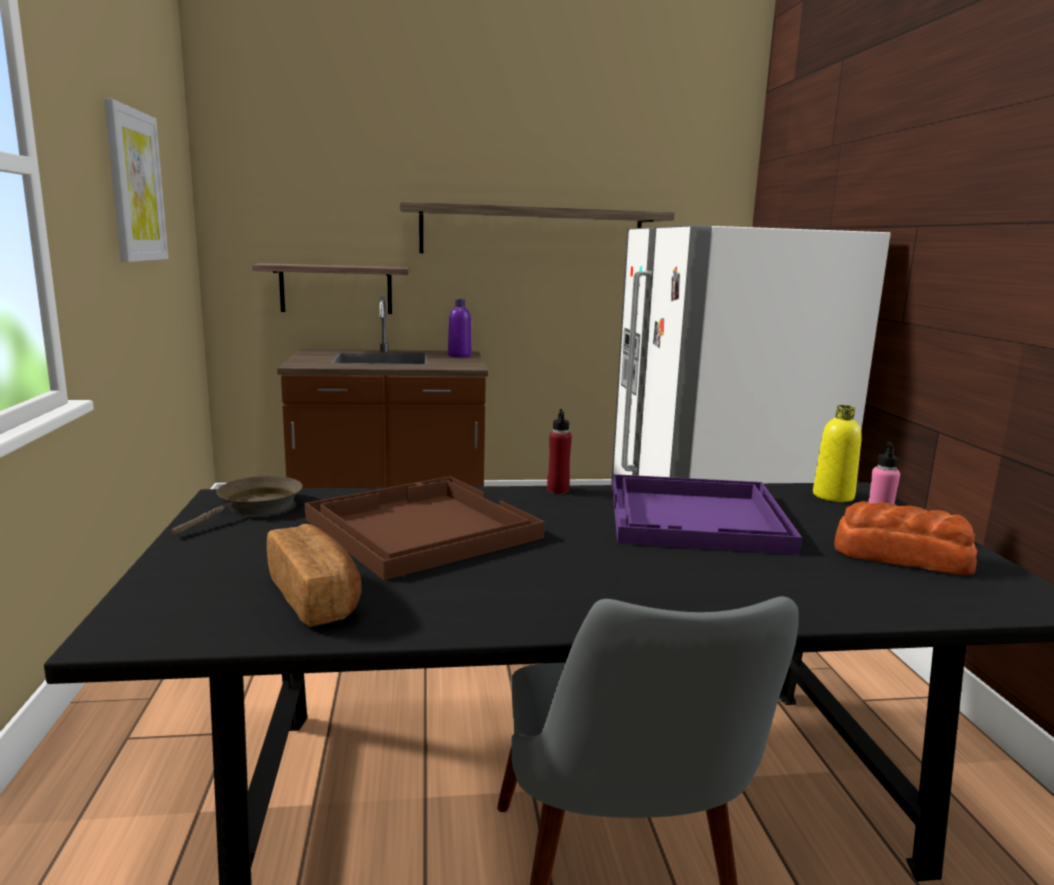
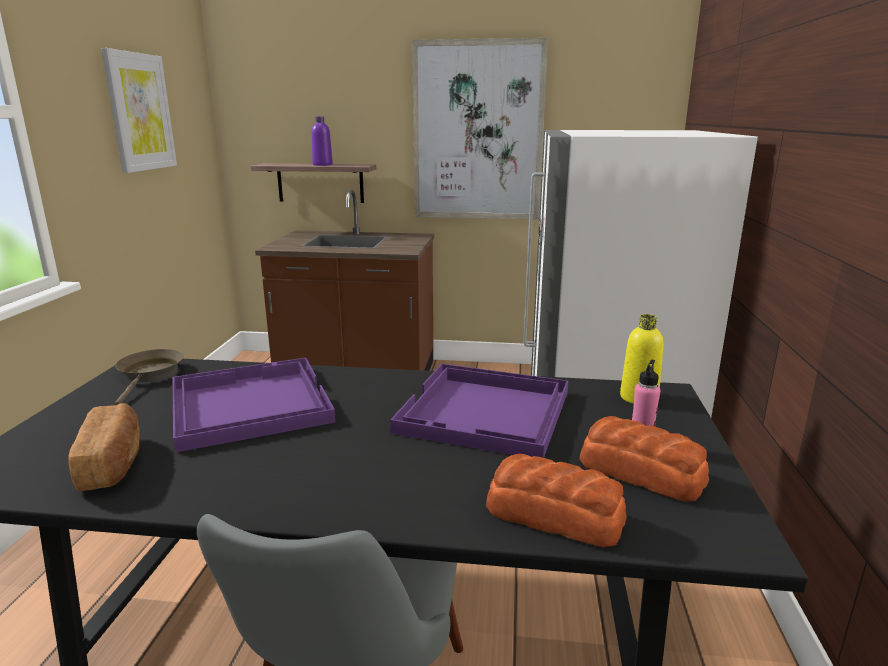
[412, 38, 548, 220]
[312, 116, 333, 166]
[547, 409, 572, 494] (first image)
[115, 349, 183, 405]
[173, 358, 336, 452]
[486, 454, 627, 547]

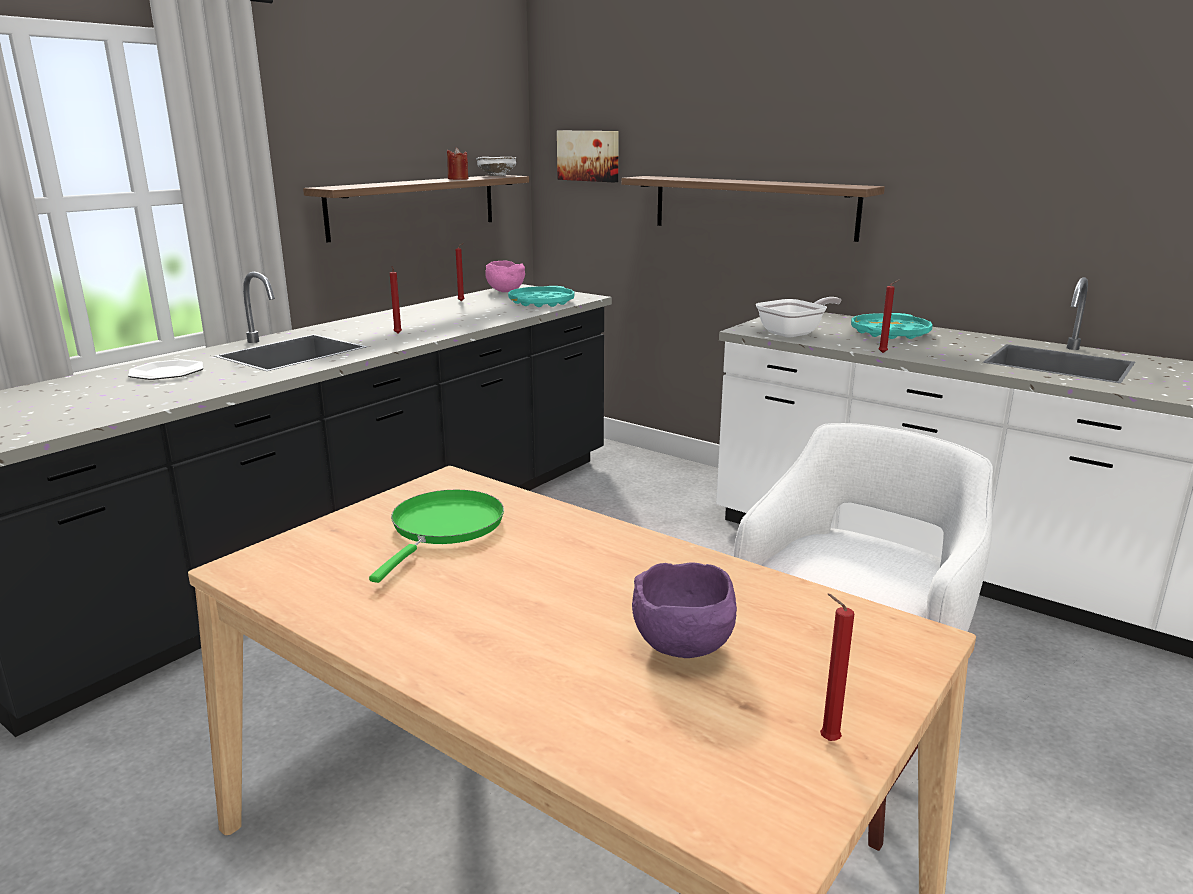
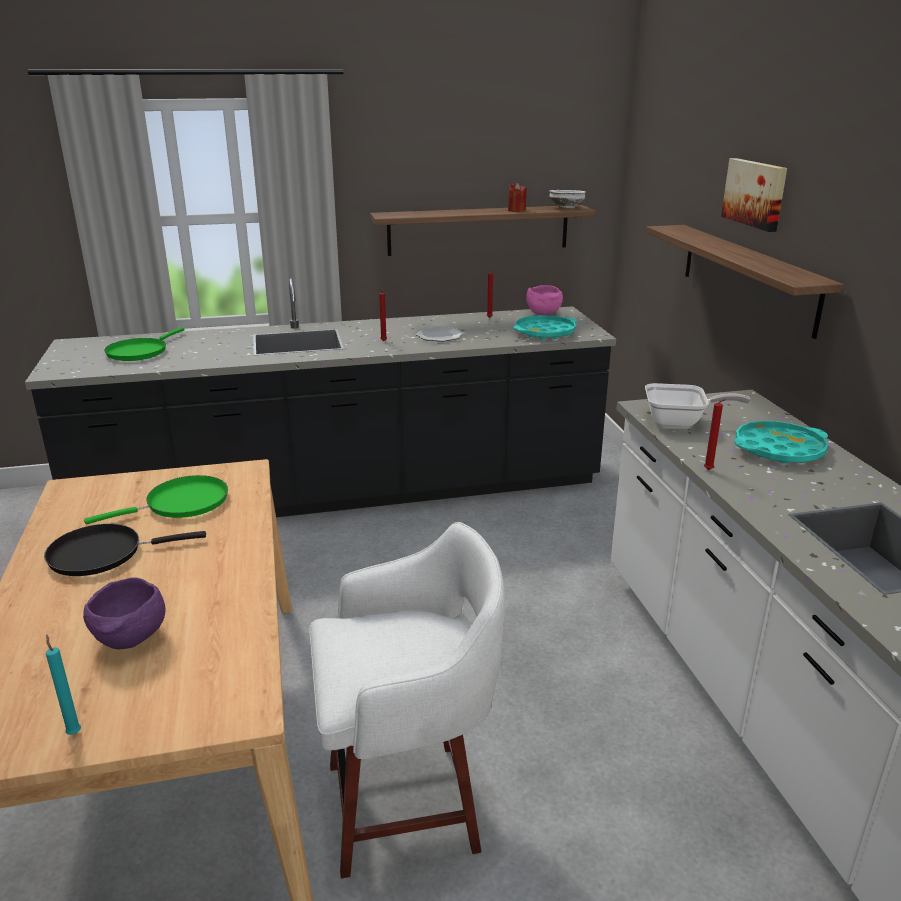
[721, 158, 787, 232]
[416, 327, 464, 342]
[46, 635, 81, 735]
[104, 328, 185, 361]
[44, 524, 206, 576]

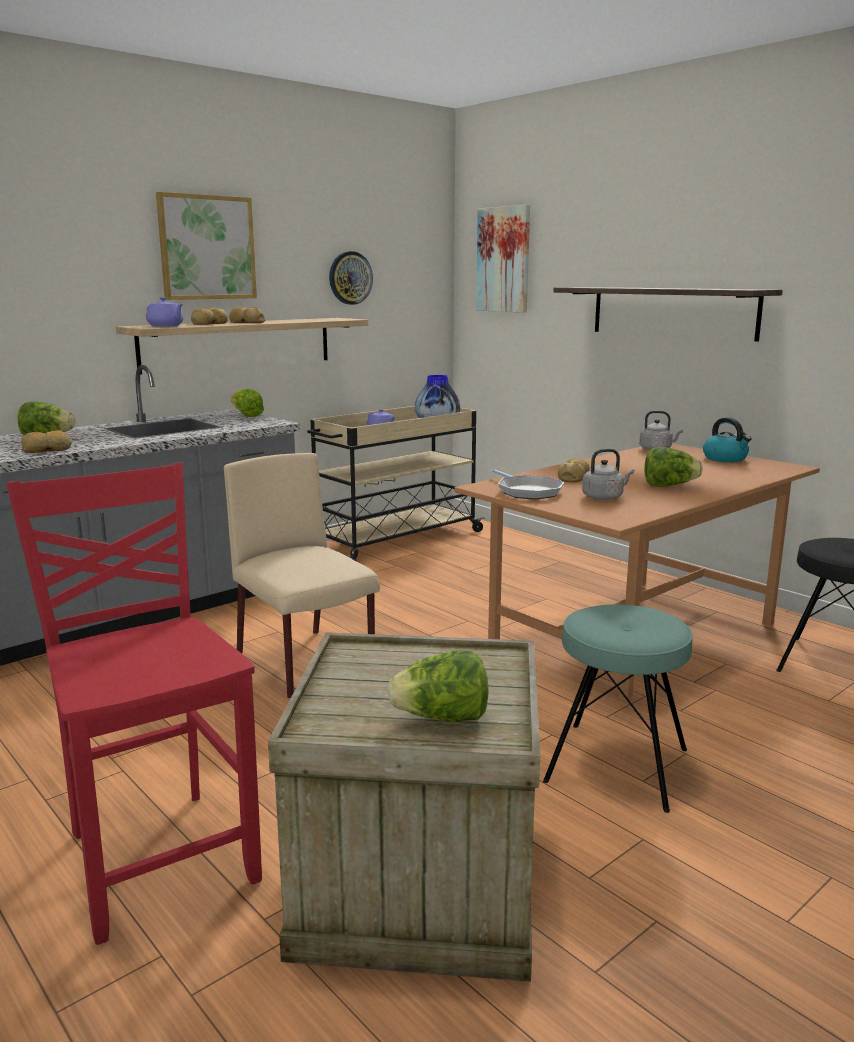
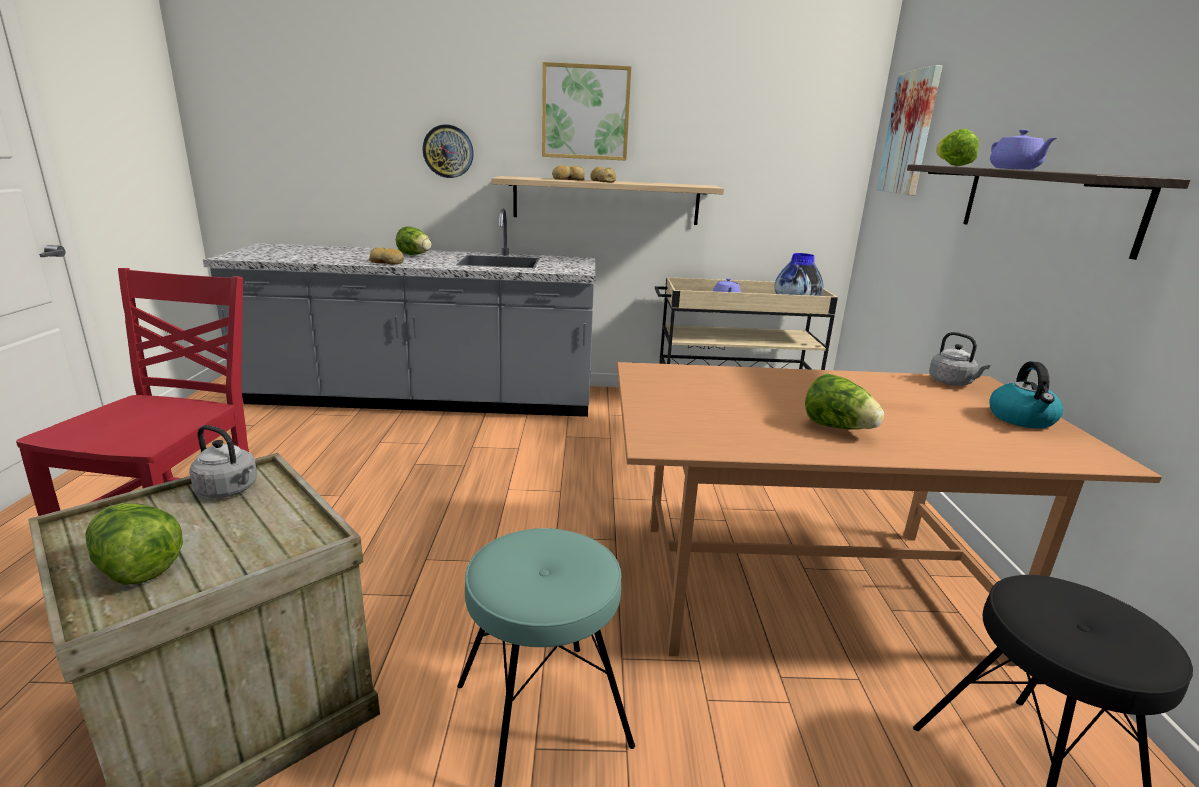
[422, 124, 474, 178]
[990, 129, 1057, 170]
[936, 129, 979, 166]
[189, 425, 257, 498]
[224, 453, 380, 699] (first image)
[558, 458, 590, 482] (first image)
[492, 469, 564, 499] (first image)

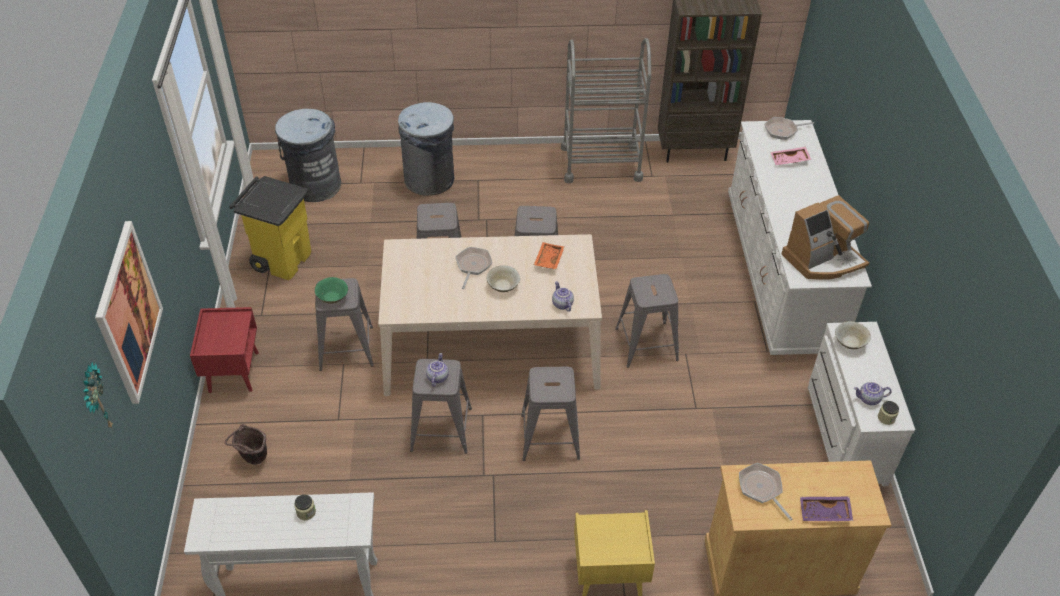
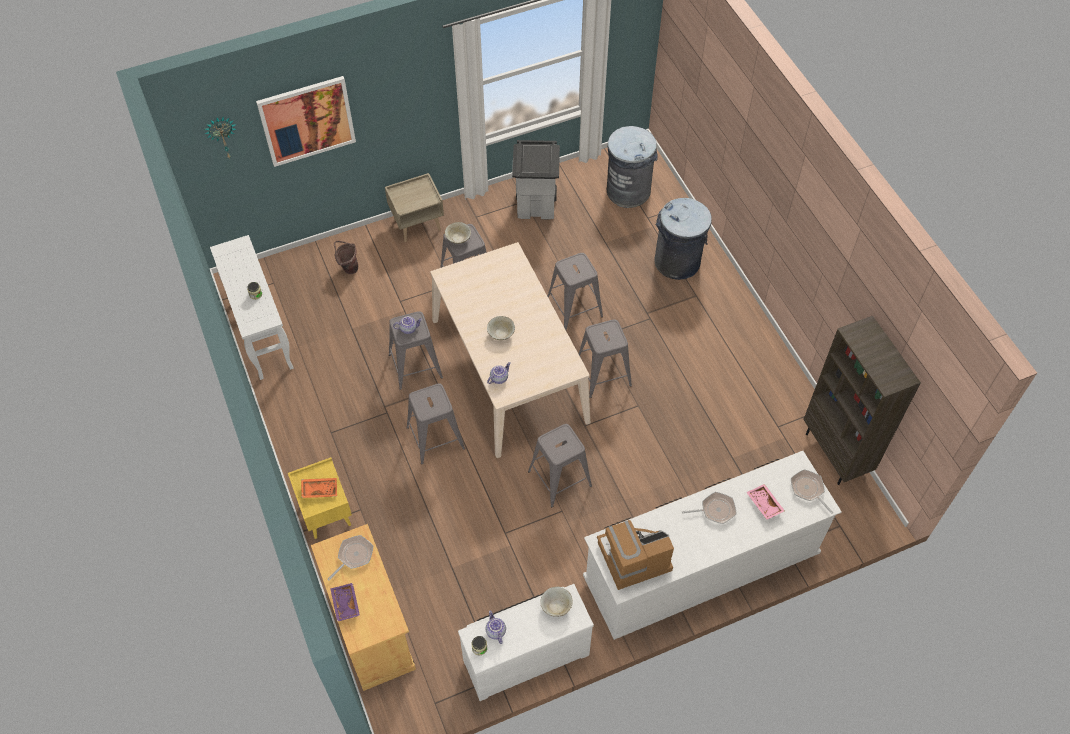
[561, 38, 651, 183] (first image)
[512, 140, 560, 219]
[597, 520, 674, 590]
[301, 478, 337, 498]
[682, 492, 737, 524]
[445, 222, 471, 244]
[385, 173, 444, 242]

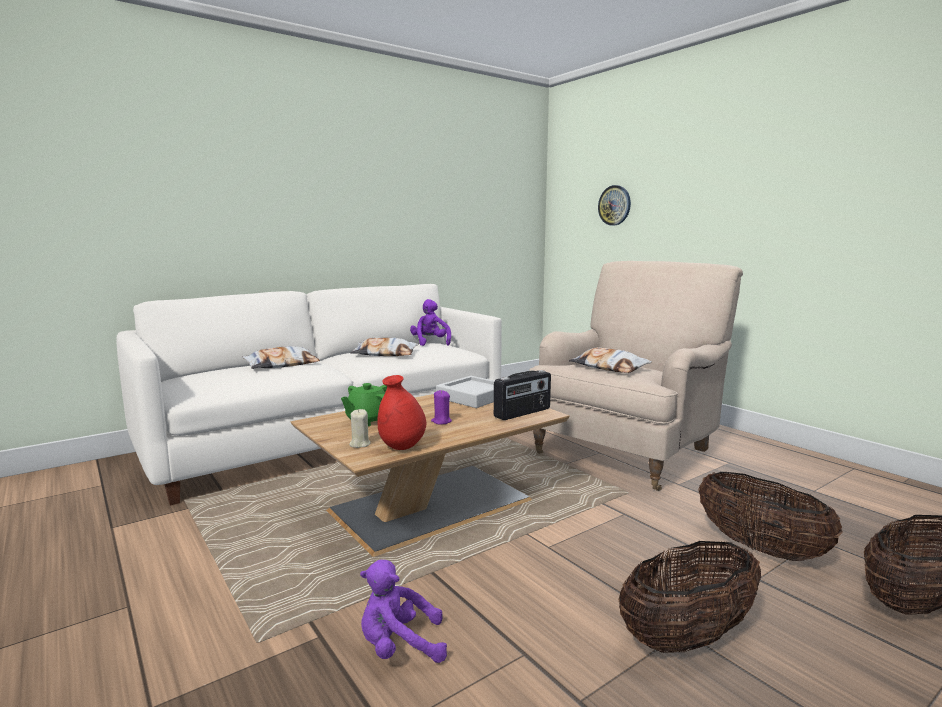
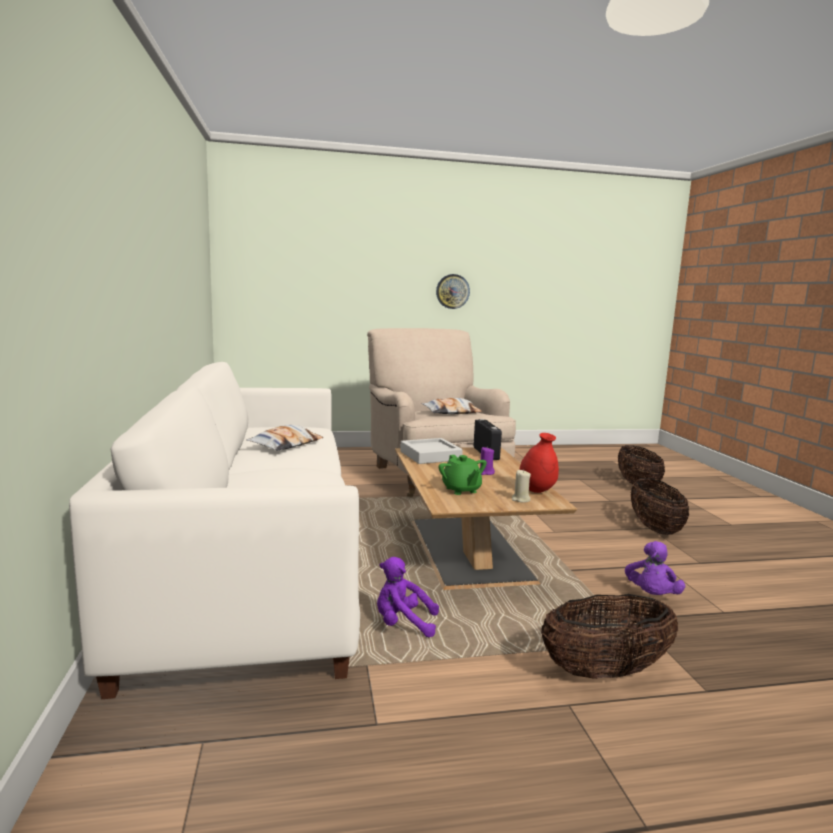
[436, 274, 470, 309]
[377, 557, 439, 637]
[242, 346, 320, 369] (first image)
[541, 594, 678, 679]

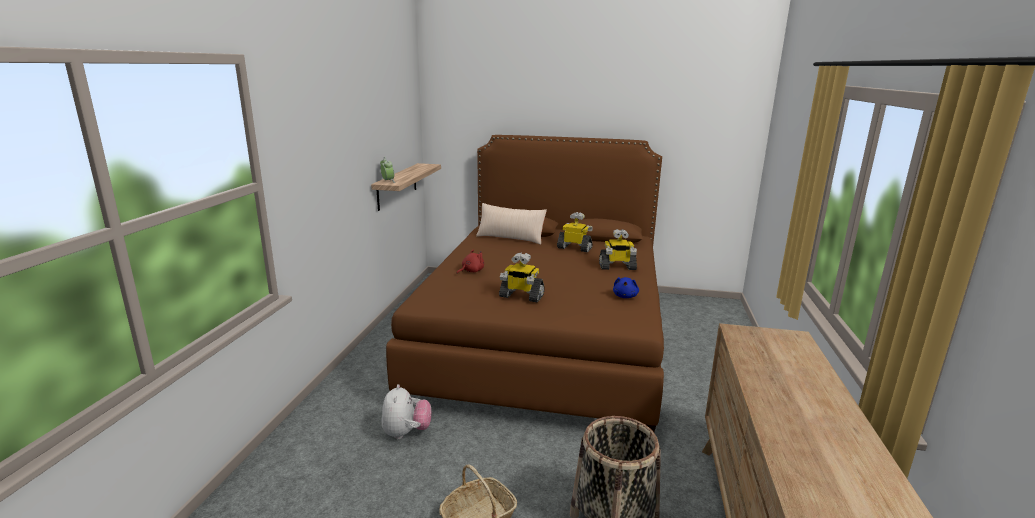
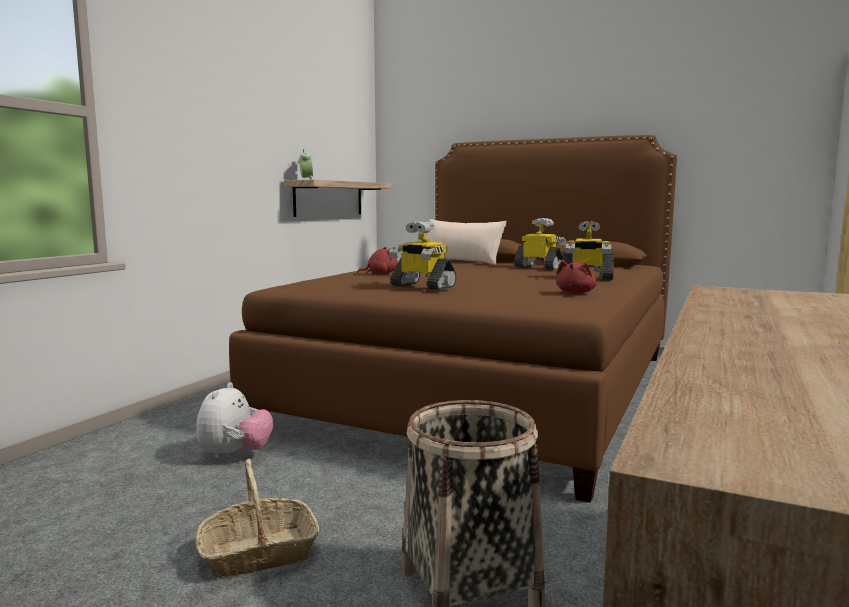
[557, 260, 597, 294]

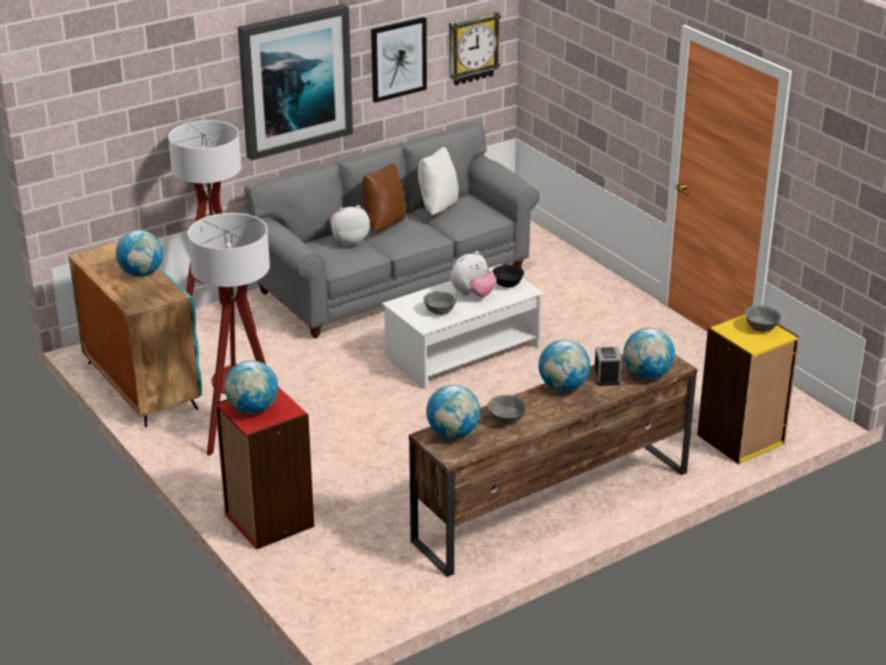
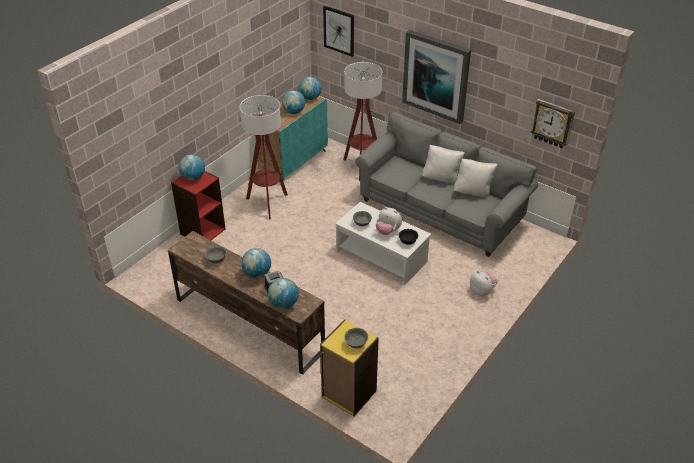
[323, 6, 354, 57]
[422, 145, 465, 184]
[470, 271, 498, 296]
[299, 77, 322, 100]

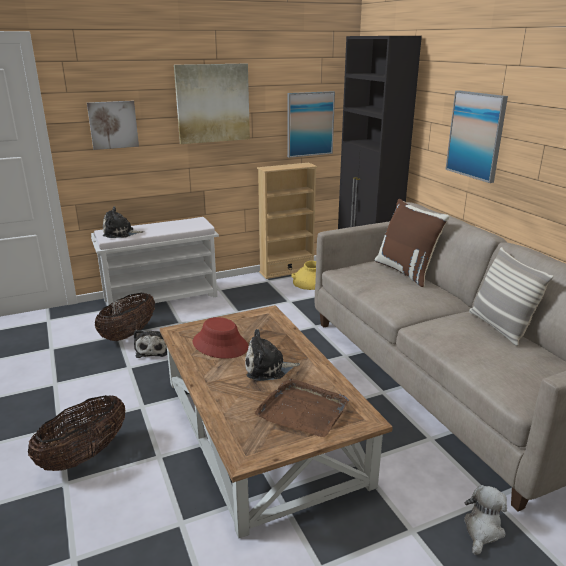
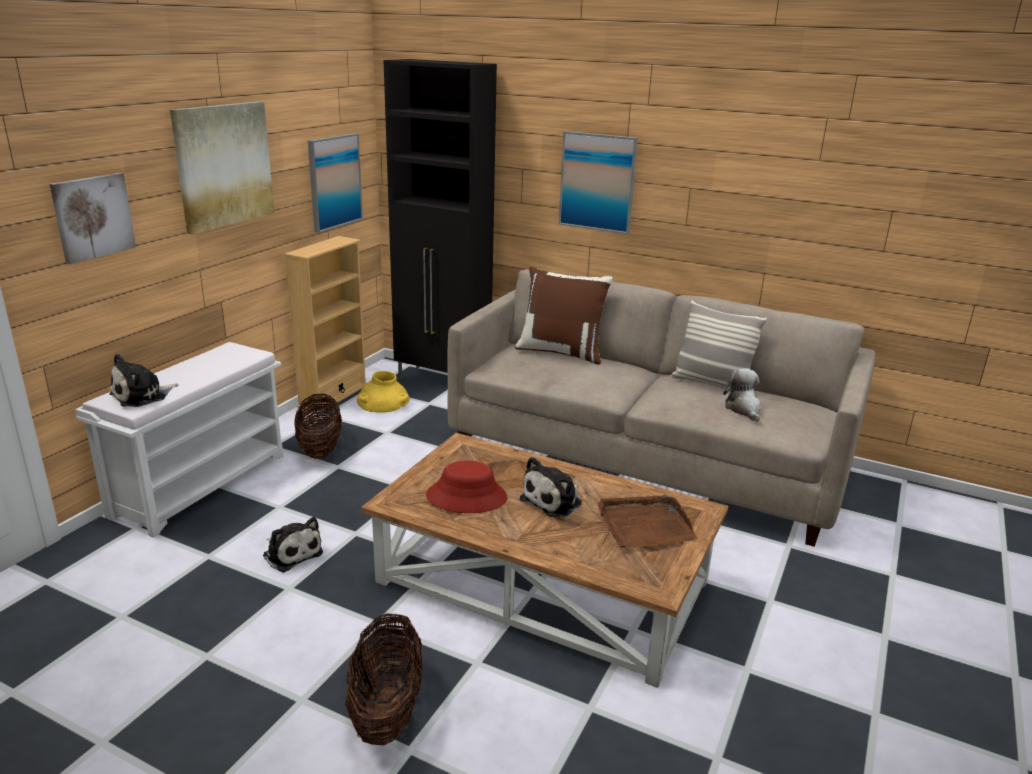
[294, 394, 342, 459]
[723, 368, 761, 422]

